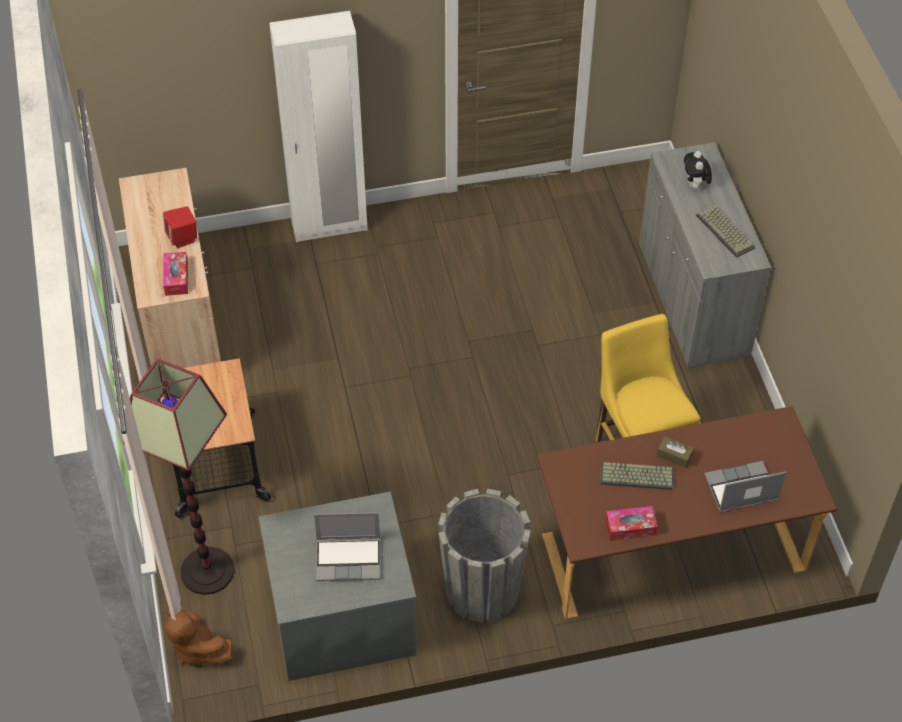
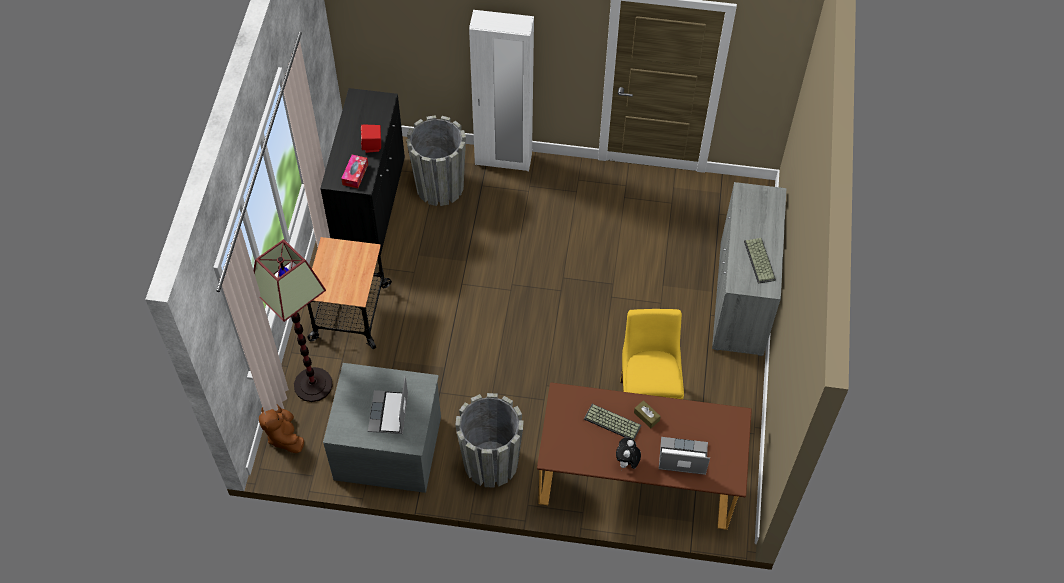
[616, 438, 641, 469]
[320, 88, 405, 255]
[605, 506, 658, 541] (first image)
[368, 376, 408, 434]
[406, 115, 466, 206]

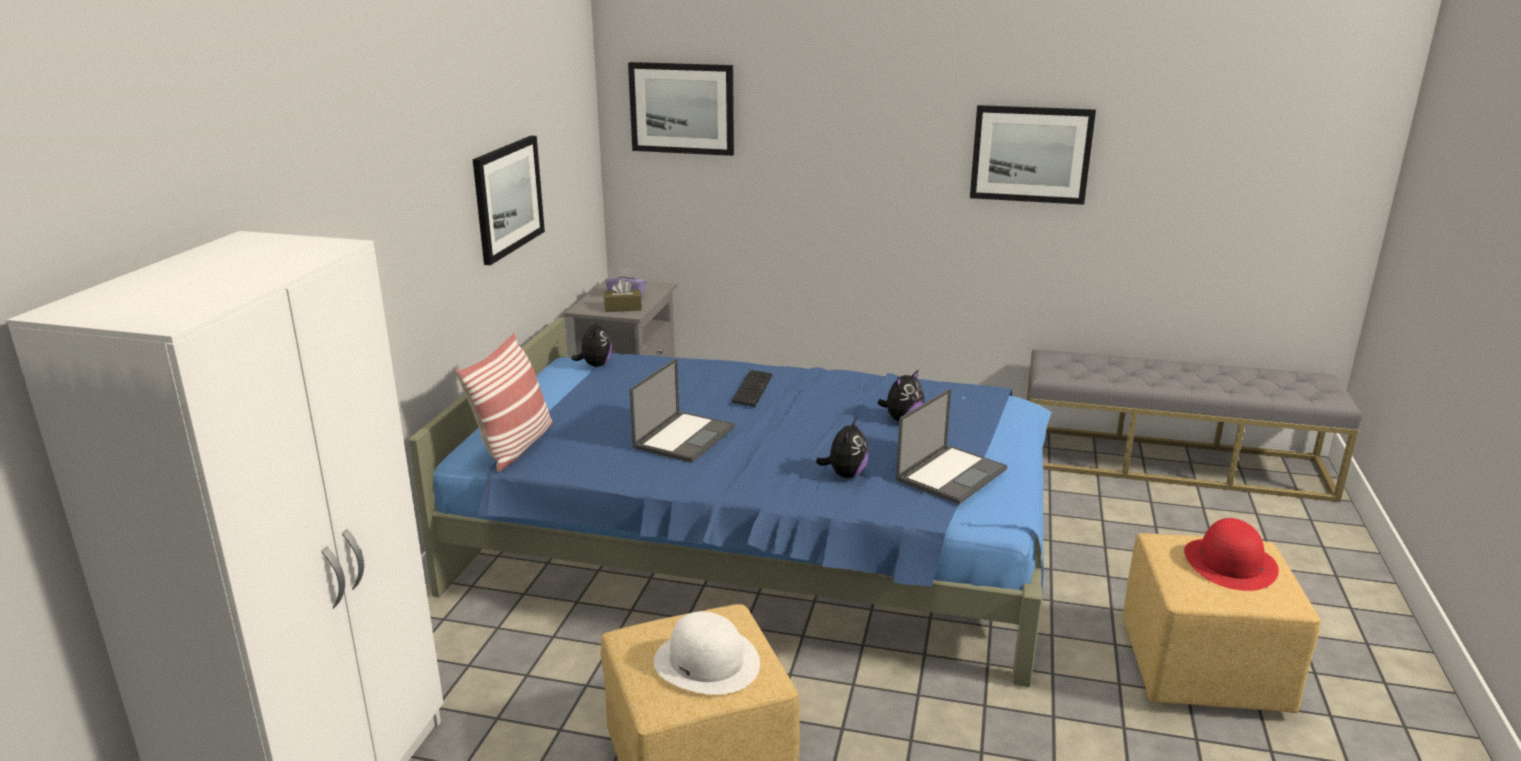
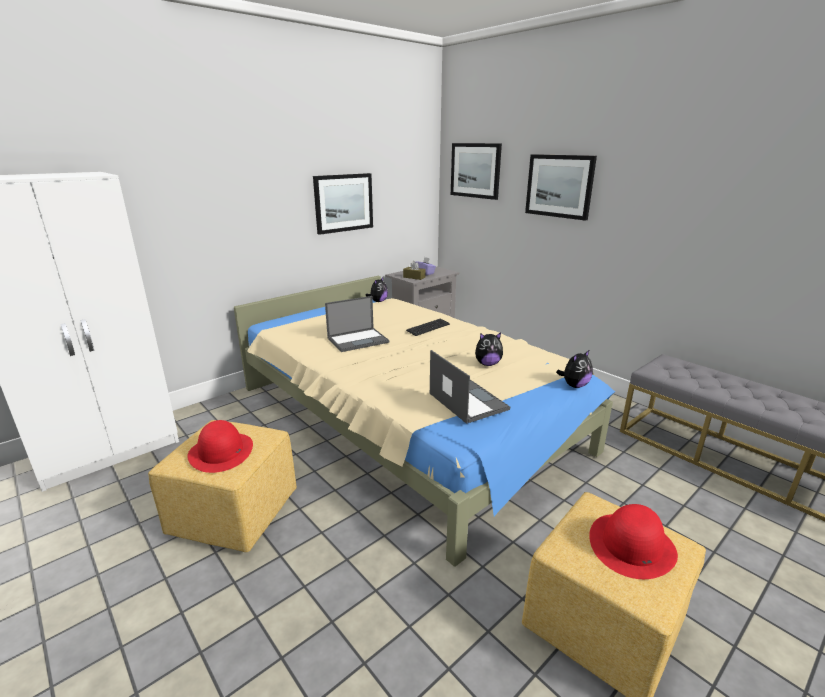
[525, 154, 597, 221]
[234, 276, 615, 567]
[456, 333, 553, 472] (first image)
[430, 350, 510, 424]
[556, 350, 593, 388]
[187, 420, 253, 473]

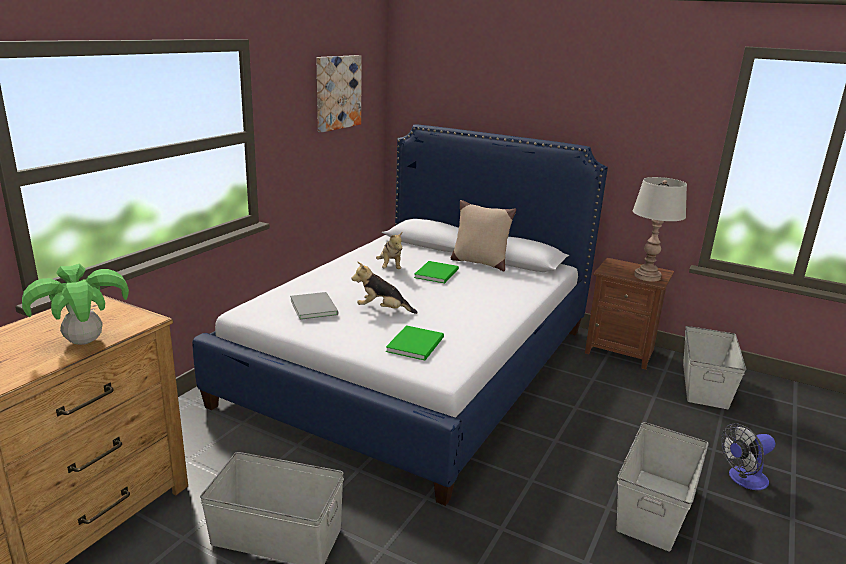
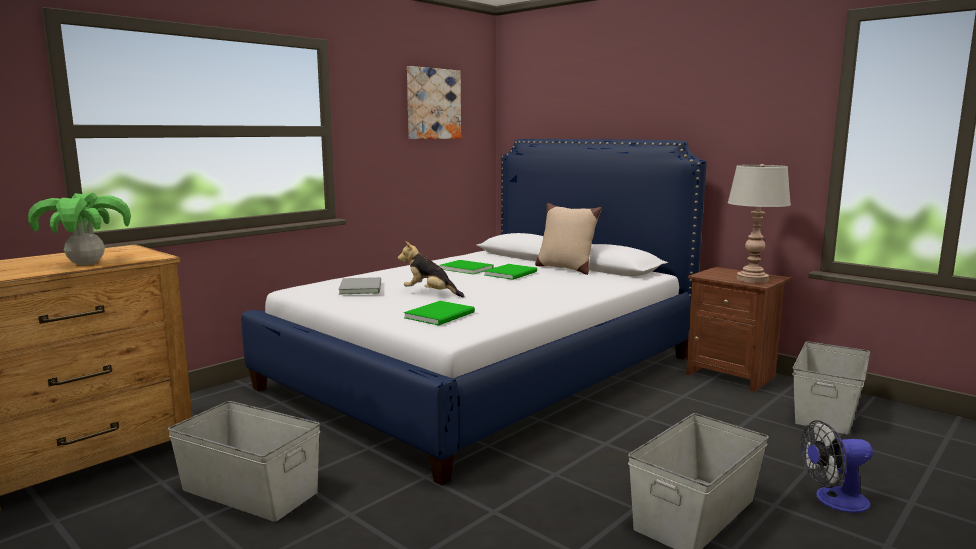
[440, 260, 494, 274]

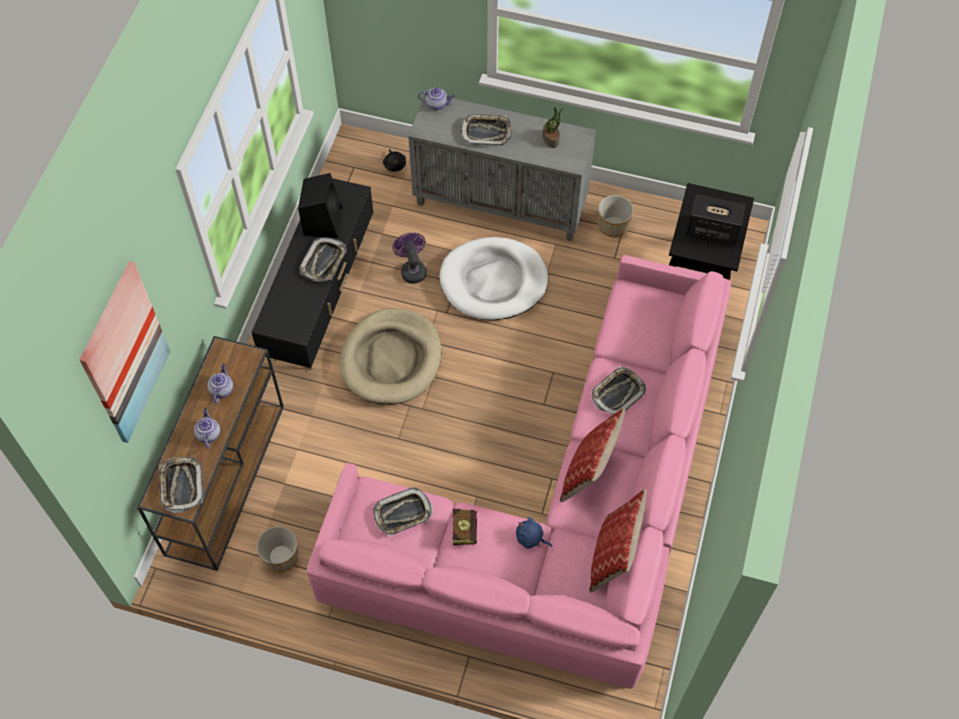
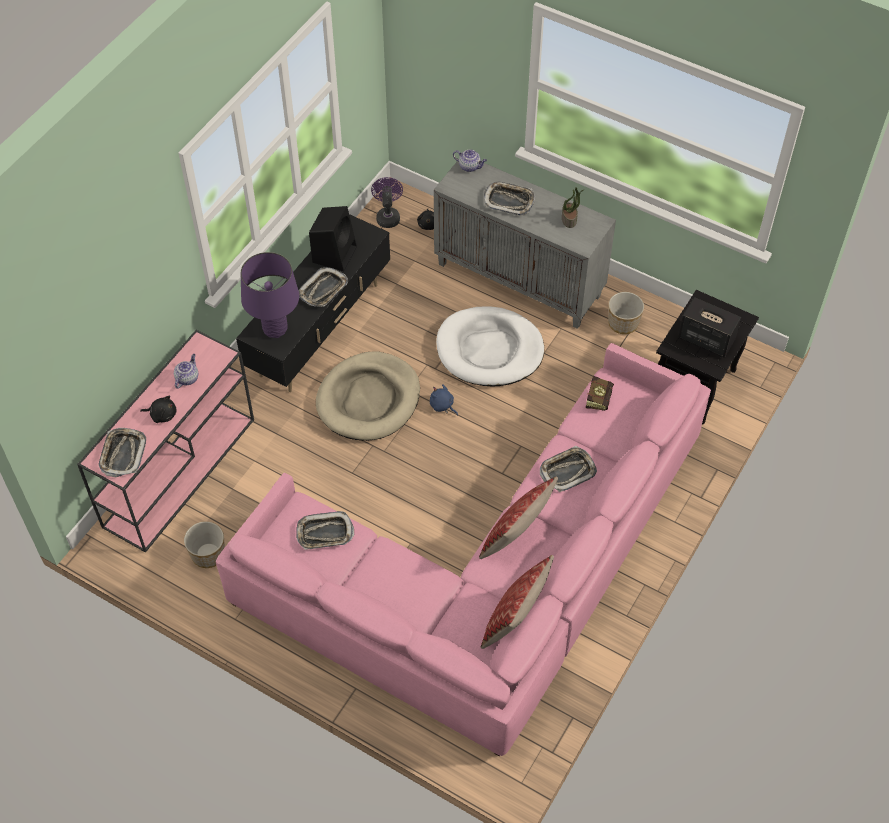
[371, 177, 403, 228]
[80, 261, 170, 443] (first image)
[77, 330, 254, 553]
[140, 396, 177, 423]
[586, 376, 614, 411]
[430, 384, 458, 416]
[241, 252, 299, 338]

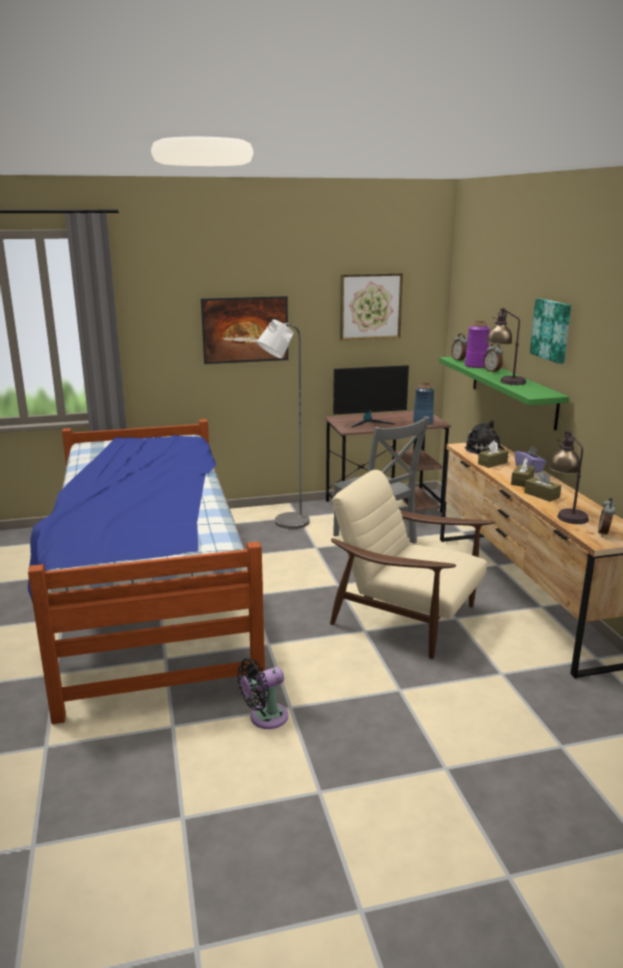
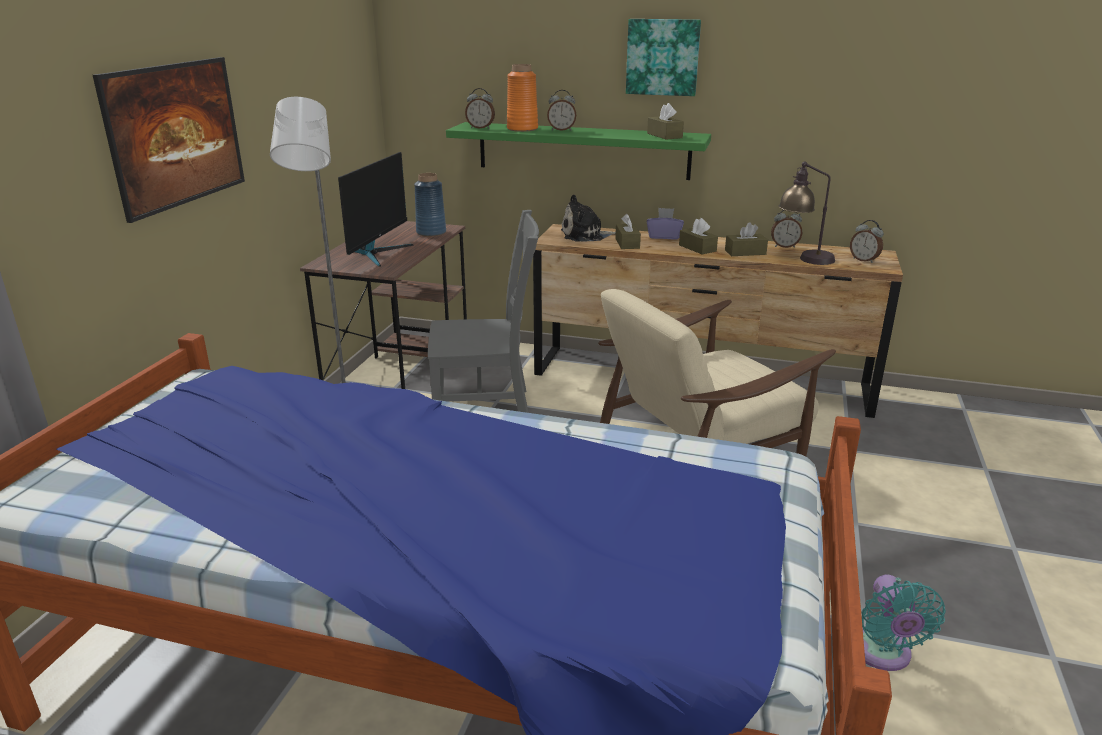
[340, 273, 403, 340] (first image)
[486, 308, 526, 385] (first image)
[507, 64, 538, 132]
[862, 574, 946, 671]
[647, 103, 684, 140]
[771, 210, 802, 248]

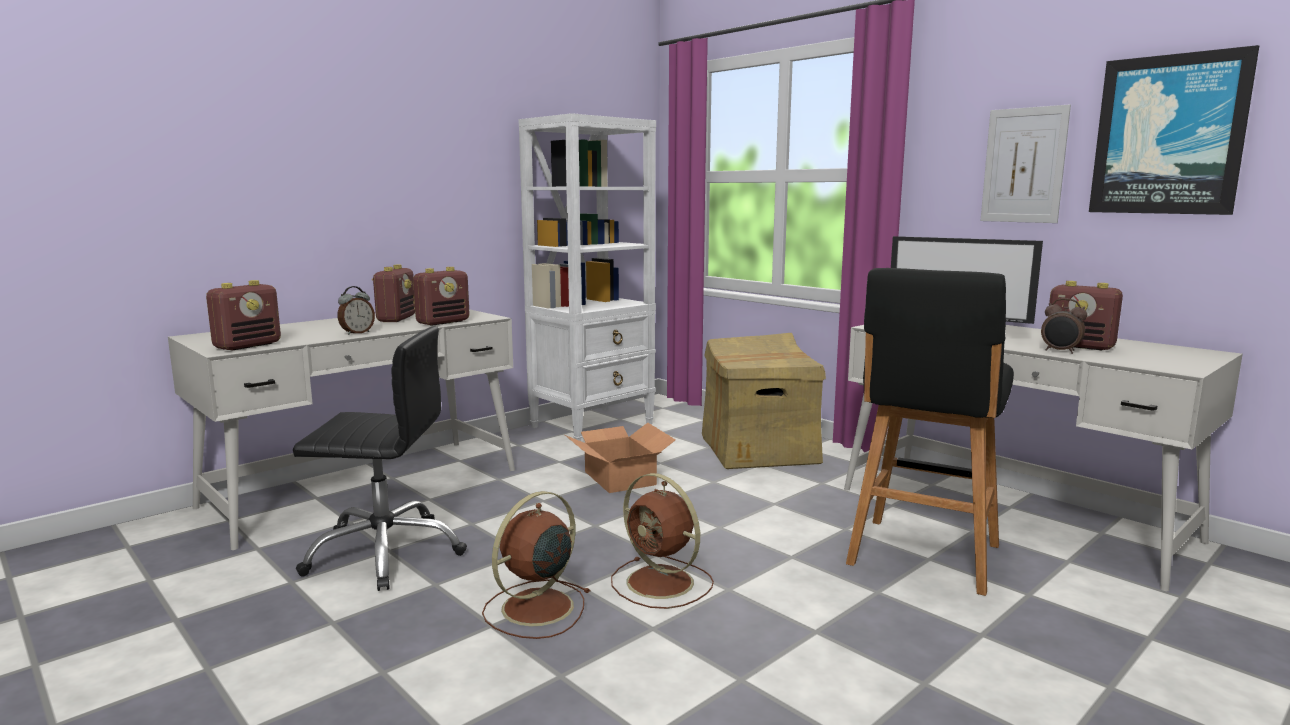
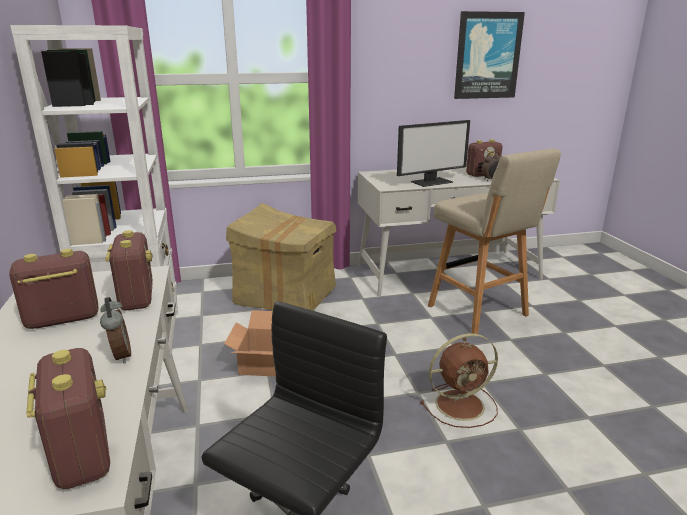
[980, 104, 1071, 223] (first image)
[9, 249, 98, 329]
[428, 148, 561, 334]
[482, 491, 590, 639] (first image)

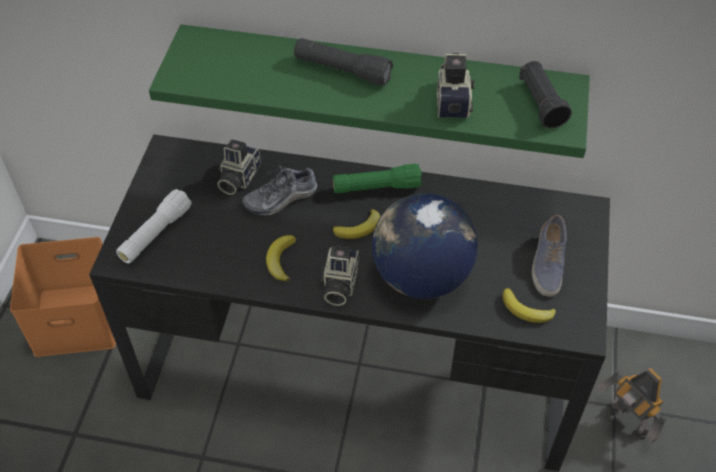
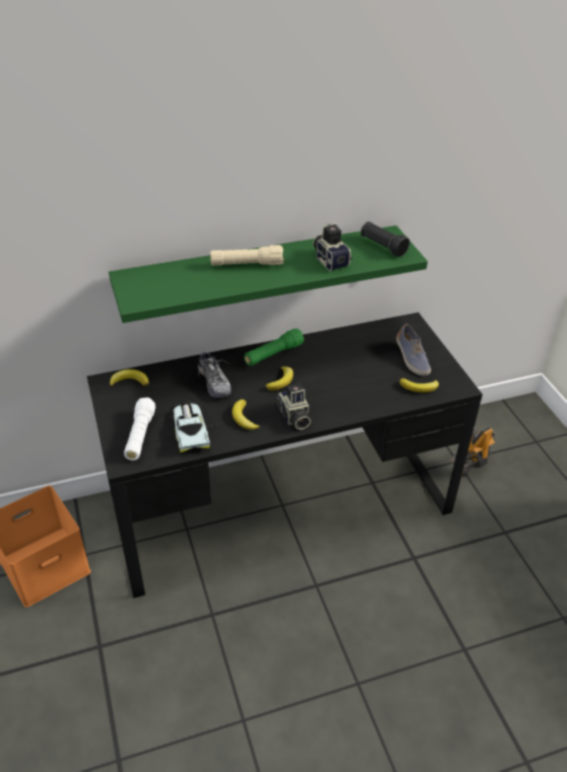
[210, 245, 284, 266]
[217, 139, 260, 195] (first image)
[198, 352, 231, 398]
[372, 193, 478, 299] (first image)
[449, 427, 496, 477]
[110, 369, 149, 386]
[173, 399, 219, 453]

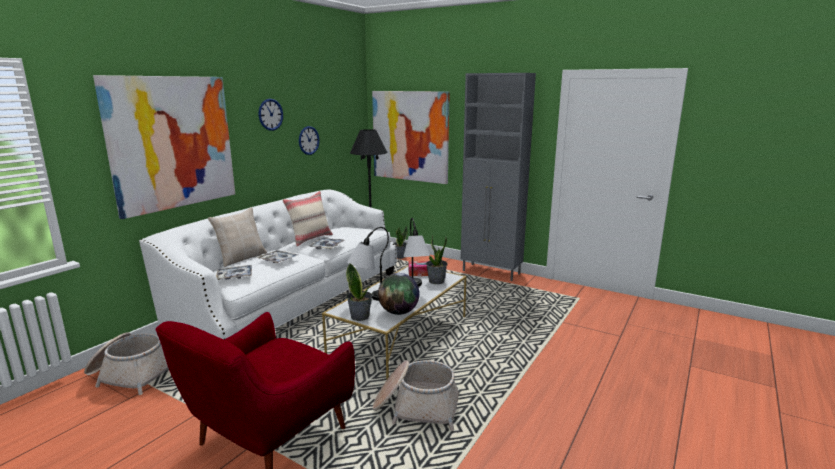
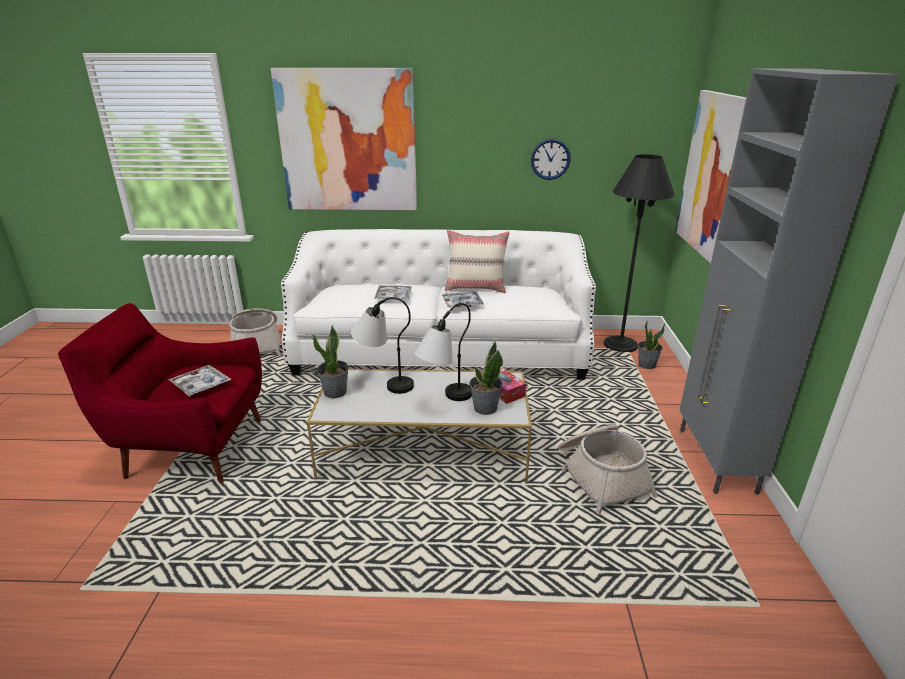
[259, 99, 283, 131] (first image)
[208, 207, 267, 267] (first image)
[168, 365, 231, 397]
[378, 273, 420, 315] (first image)
[558, 425, 657, 514]

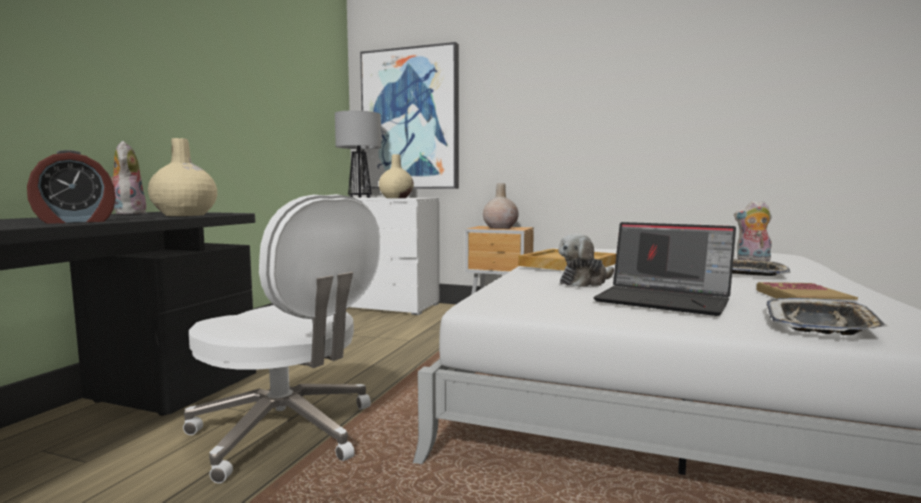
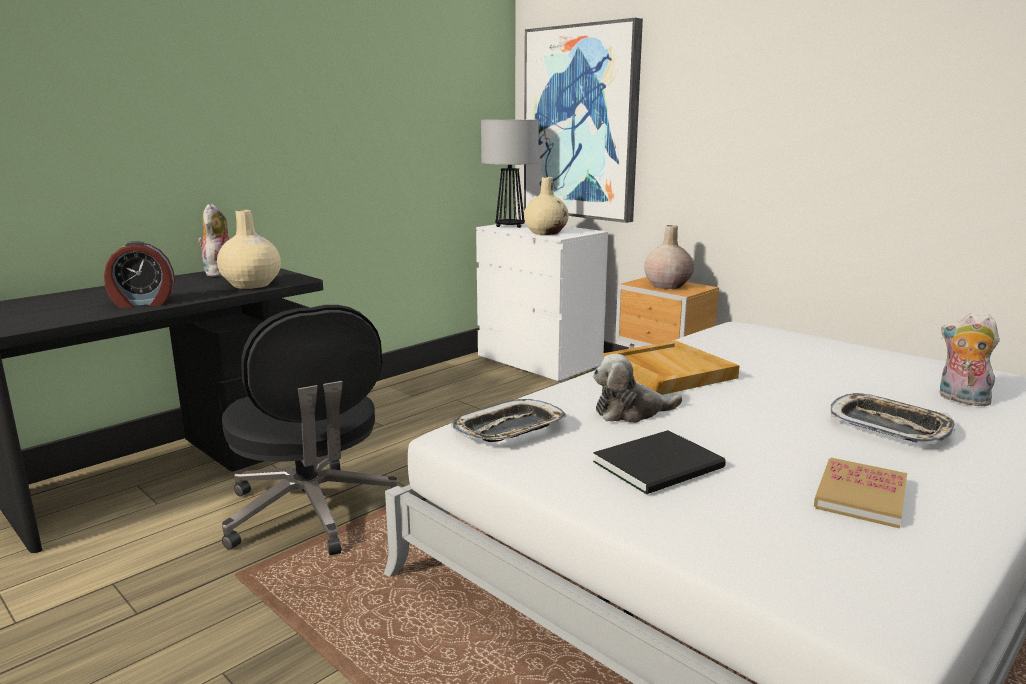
[222, 305, 399, 556]
[593, 430, 726, 494]
[451, 399, 566, 442]

